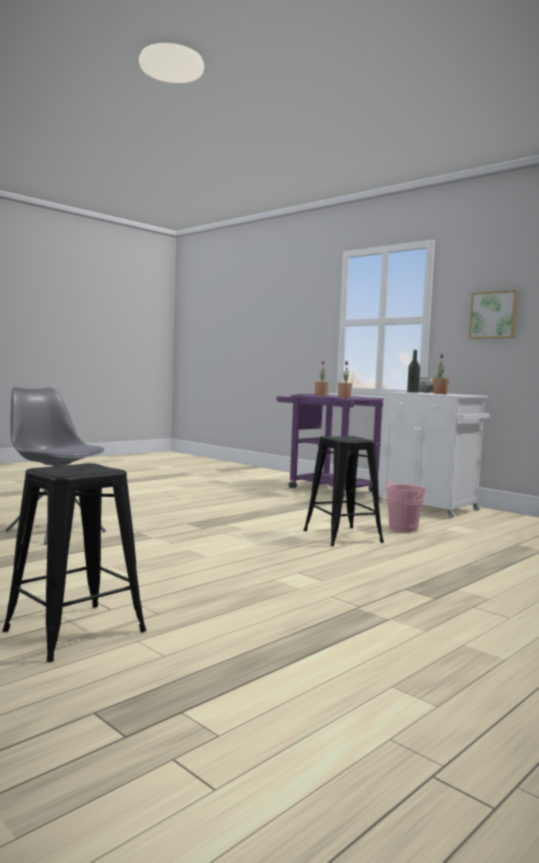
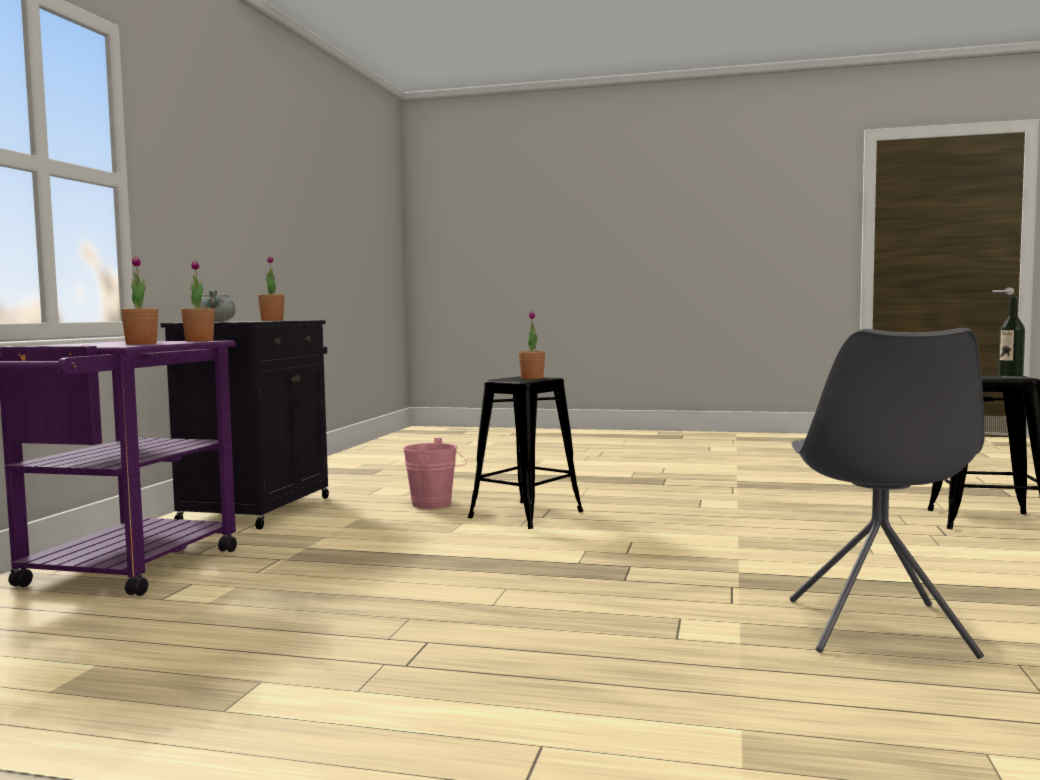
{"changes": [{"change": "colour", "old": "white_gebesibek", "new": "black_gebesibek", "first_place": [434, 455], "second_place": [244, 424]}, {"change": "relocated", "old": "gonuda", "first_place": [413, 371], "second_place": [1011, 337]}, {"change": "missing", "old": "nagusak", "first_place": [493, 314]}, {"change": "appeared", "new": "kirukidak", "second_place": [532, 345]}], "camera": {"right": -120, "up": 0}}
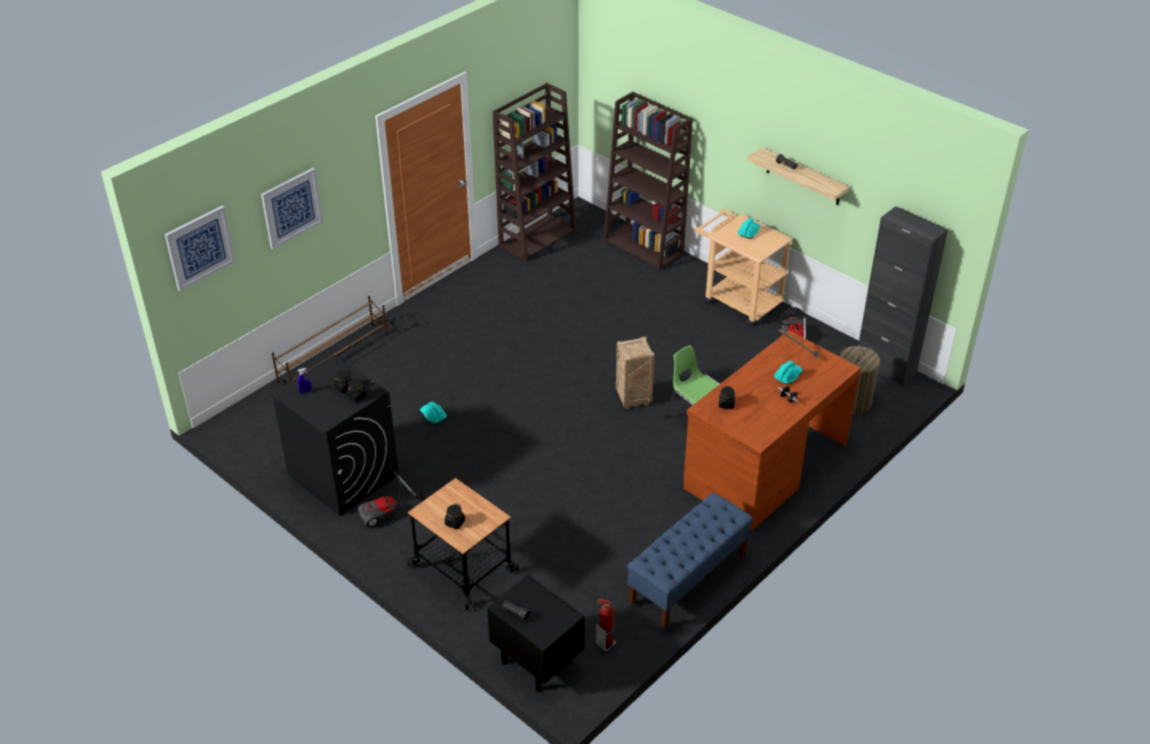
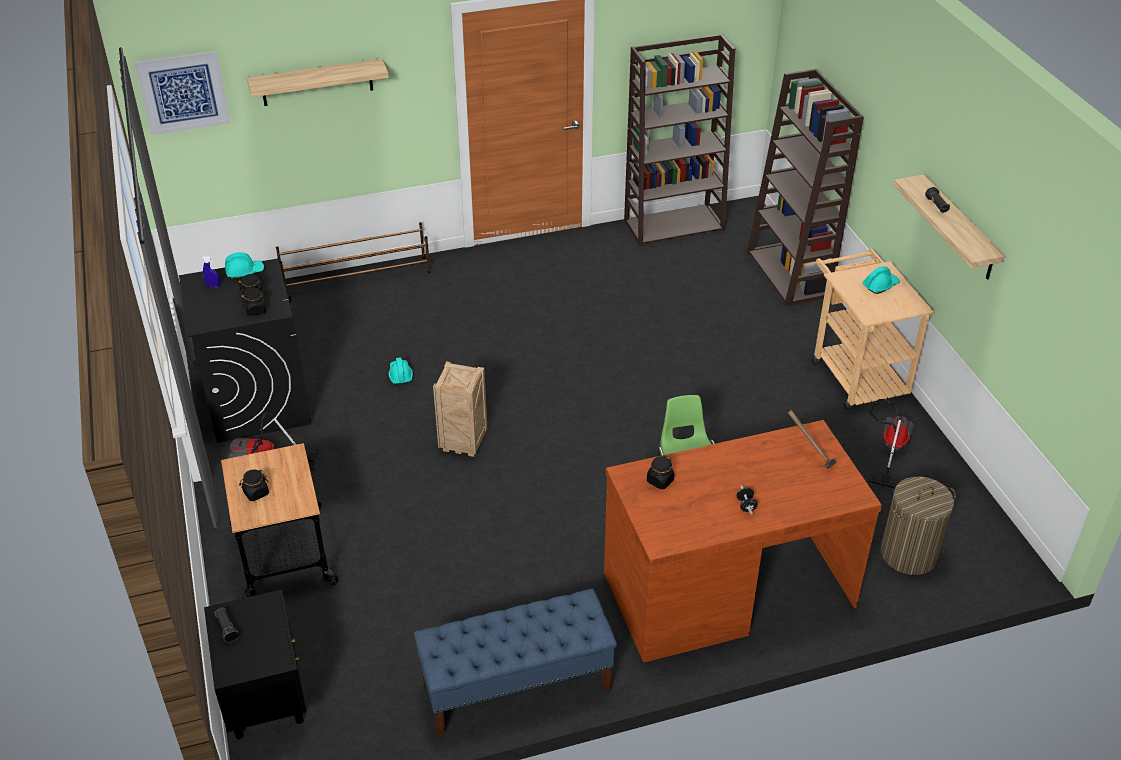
{"changes": [{"change": "exchanged", "old": "nagusak", "new": "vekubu", "first_place": [292, 208], "second_place": [318, 82]}, {"change": "missing", "old": "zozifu", "first_place": [606, 625]}, {"change": "relocated", "old": "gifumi", "first_place": [635, 372], "second_place": [460, 409]}, {"change": "relocated", "old": "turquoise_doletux", "first_place": [788, 373], "second_place": [244, 265]}, {"change": "missing", "old": "black_gebesibek", "first_place": [903, 296]}], "camera": {"right": 30, "up": 0}}
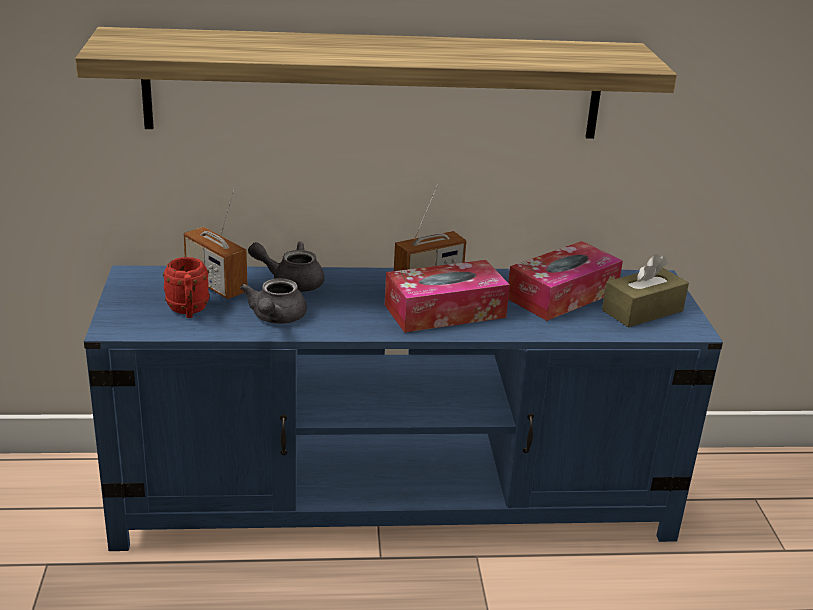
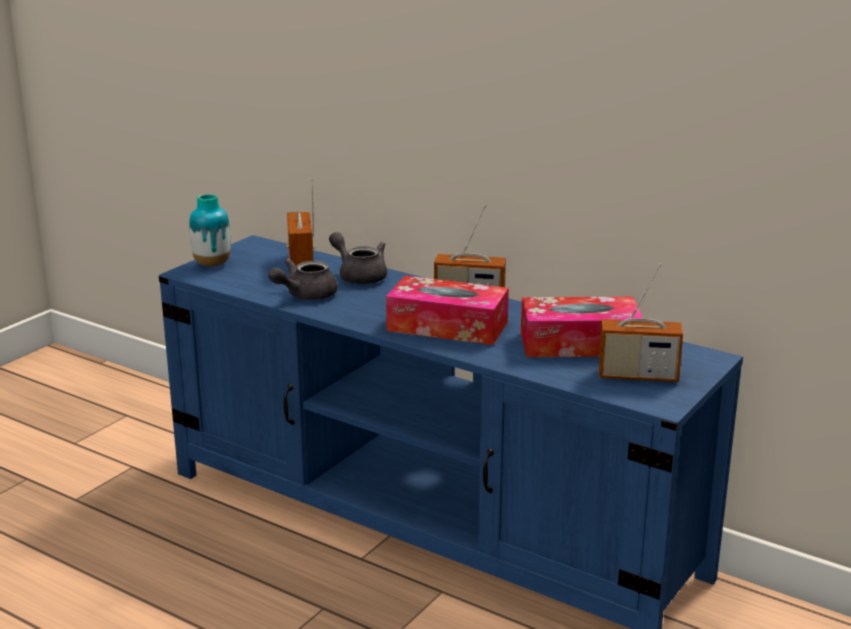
{"changes": [{"change": "missing", "old": "vekubu", "first_place": [376, 83]}, {"change": "missing", "old": "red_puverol", "first_place": [186, 287]}, {"change": "exchanged", "old": "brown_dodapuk", "new": "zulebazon", "first_place": [645, 290], "second_place": [641, 323]}, {"change": "appeared", "new": "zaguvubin", "second_place": [210, 230]}], "camera": {"right": 40, "up": -5}}
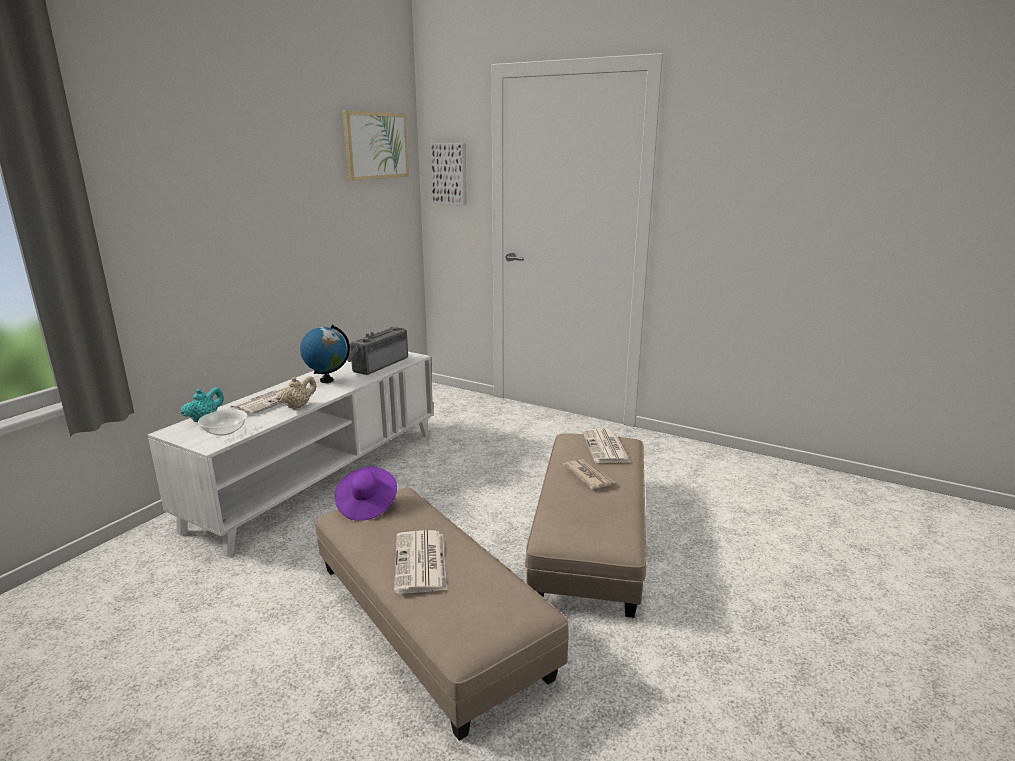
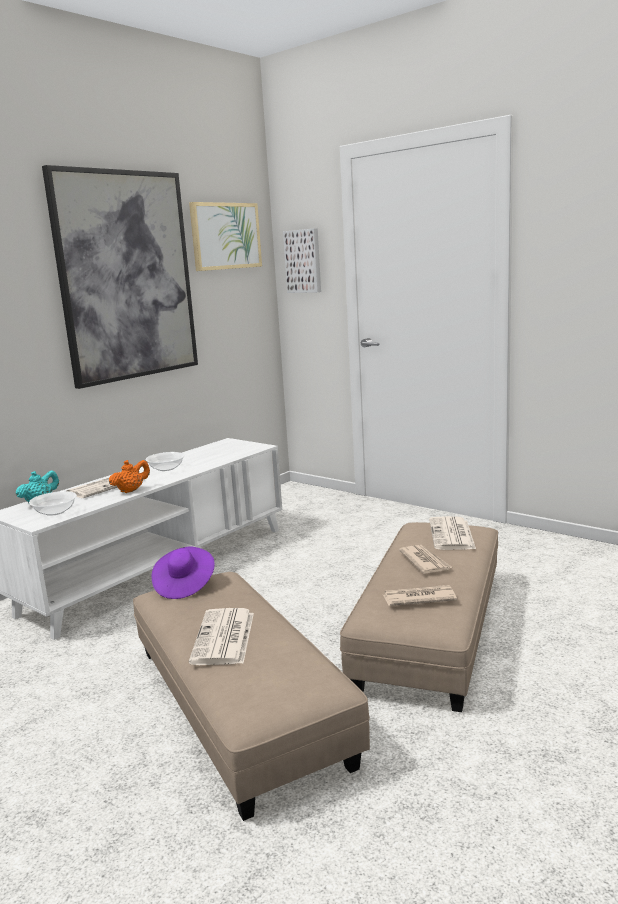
{"changes": [{"change": "colour", "old": "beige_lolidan", "new": "orange_lolidan", "first_place": [296, 392], "second_place": [129, 476]}, {"change": "exchanged", "old": "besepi", "new": "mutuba", "first_place": [325, 354], "second_place": [165, 461]}, {"change": "missing", "old": "zulebazon", "first_place": [377, 351]}, {"change": "appeared", "new": "nagusak", "second_place": [120, 277]}, {"change": "appeared", "new": "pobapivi", "second_place": [420, 595]}], "camera": {"right": 10, "up": -5}}
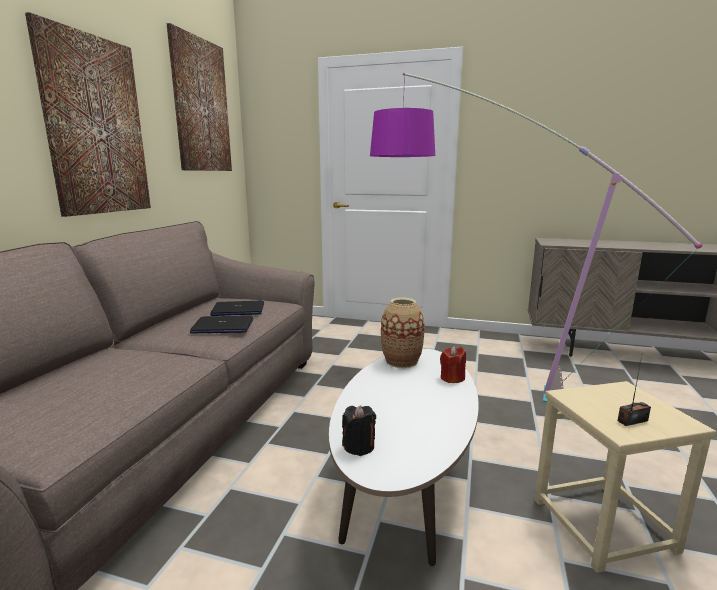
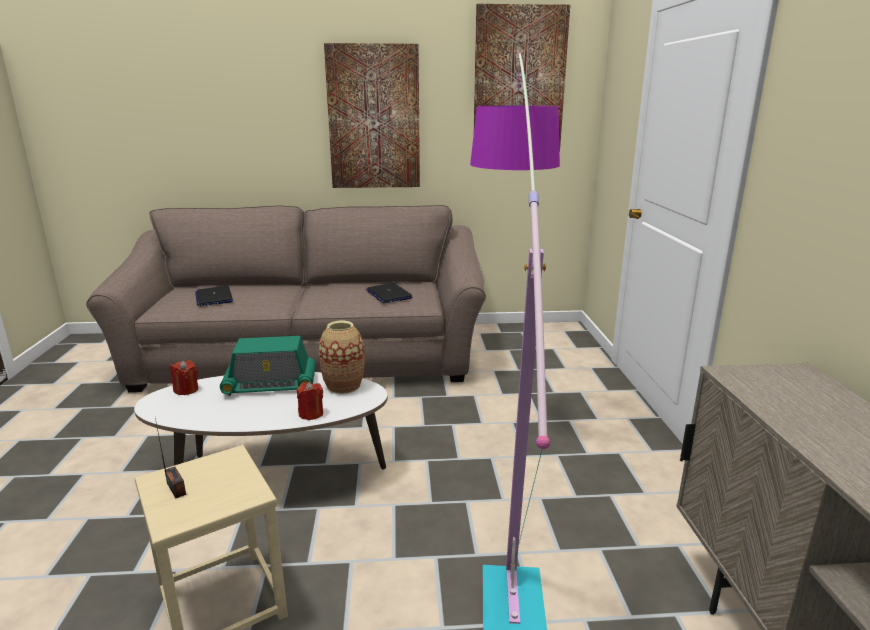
{"changes": [{"change": "relocated", "old": "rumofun", "first_place": [221, 325], "second_place": [214, 296]}, {"change": "colour", "old": "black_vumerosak", "new": "red_vumerosak", "first_place": [359, 430], "second_place": [184, 377]}, {"change": "appeared", "new": "zulebazon", "second_place": [268, 366]}], "camera": {"right": 70, "up": 5}}
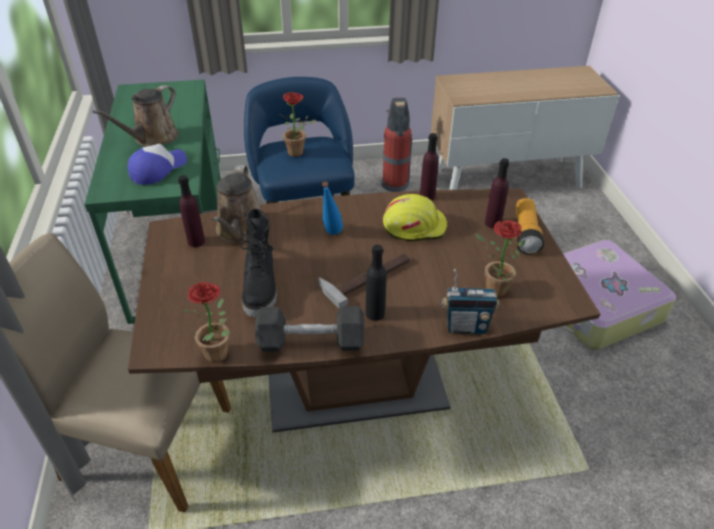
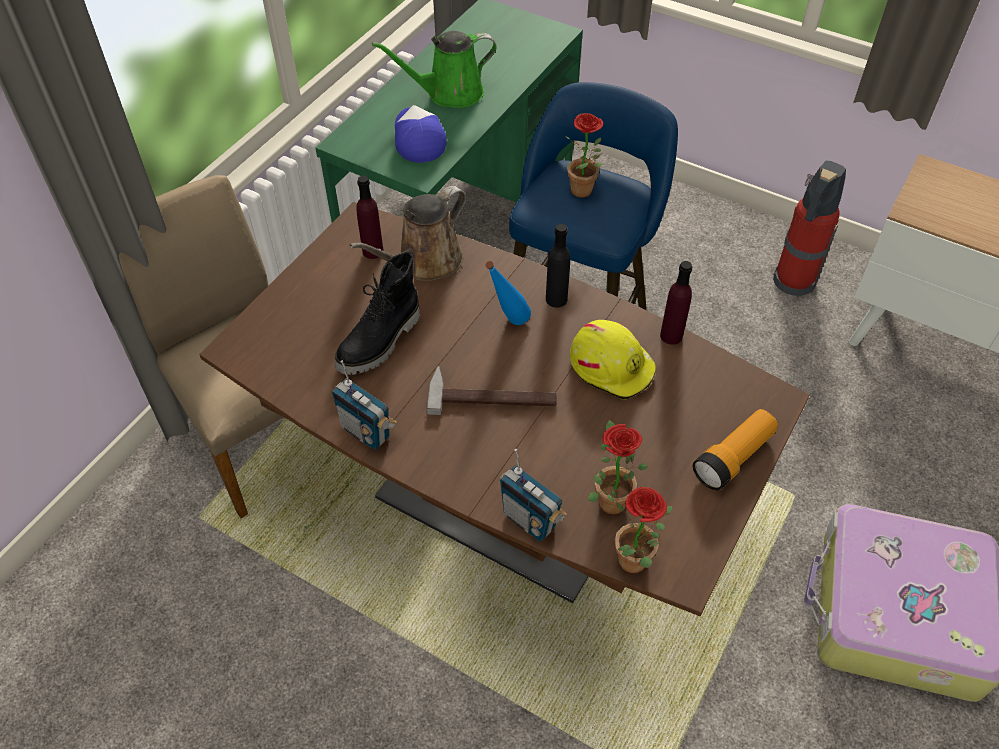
{"changes": [{"change": "colour", "old": "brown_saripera", "new": "green_saripera", "first_place": [136, 116], "second_place": [434, 69]}, {"change": "spun", "old": "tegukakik", "first_place": [157, 164], "second_place": [421, 134], "degrees": -90}, {"change": "relocated", "old": "kirukidak", "first_place": [206, 322], "second_place": [644, 530]}, {"change": "exchanged", "old": "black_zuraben", "new": "zulebazon", "first_place": [309, 329], "second_place": [364, 405]}, {"change": "relocated", "old": "black_gonuda", "first_place": [376, 283], "second_place": [558, 266]}, {"change": "missing", "old": "purple_gonuda", "first_place": [497, 193]}], "camera": {"right": 40, "up": 10}}
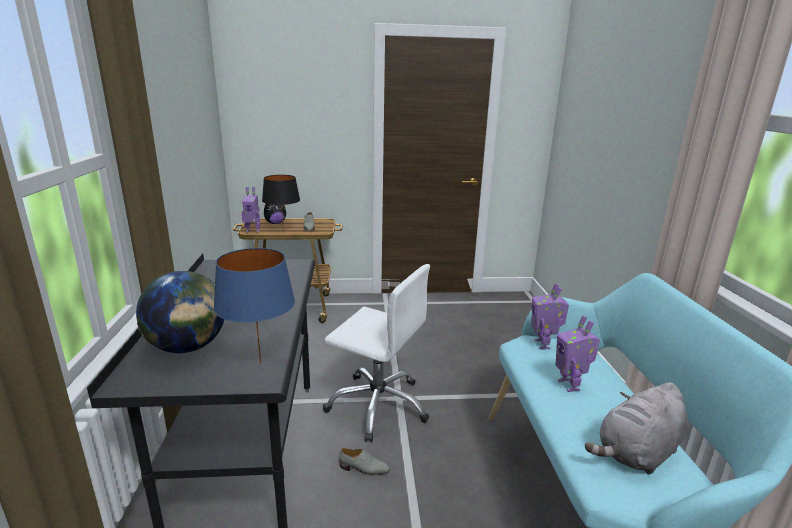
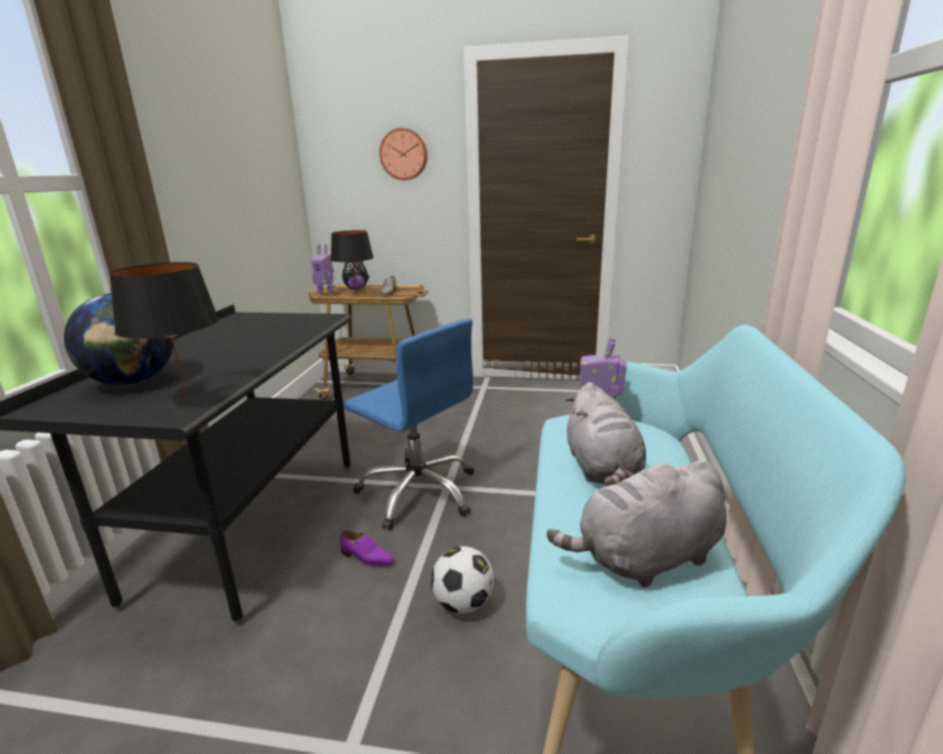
{"changes": [{"change": "colour", "old": "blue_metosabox", "new": "black_metosabox", "first_place": [254, 306], "second_place": [164, 332]}, {"change": "colour", "old": "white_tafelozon", "new": "blue_tafelozon", "first_place": [376, 353], "second_place": [409, 424]}, {"change": "colour", "old": "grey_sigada", "new": "purple_sigada", "first_place": [364, 462], "second_place": [367, 548]}, {"change": "exchanged", "old": "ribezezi", "new": "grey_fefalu", "first_place": [578, 353], "second_place": [606, 434]}, {"change": "appeared", "new": "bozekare", "second_place": [403, 154]}, {"change": "appeared", "new": "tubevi", "second_place": [462, 580]}], "camera": {"right": 15, "up": 0}}
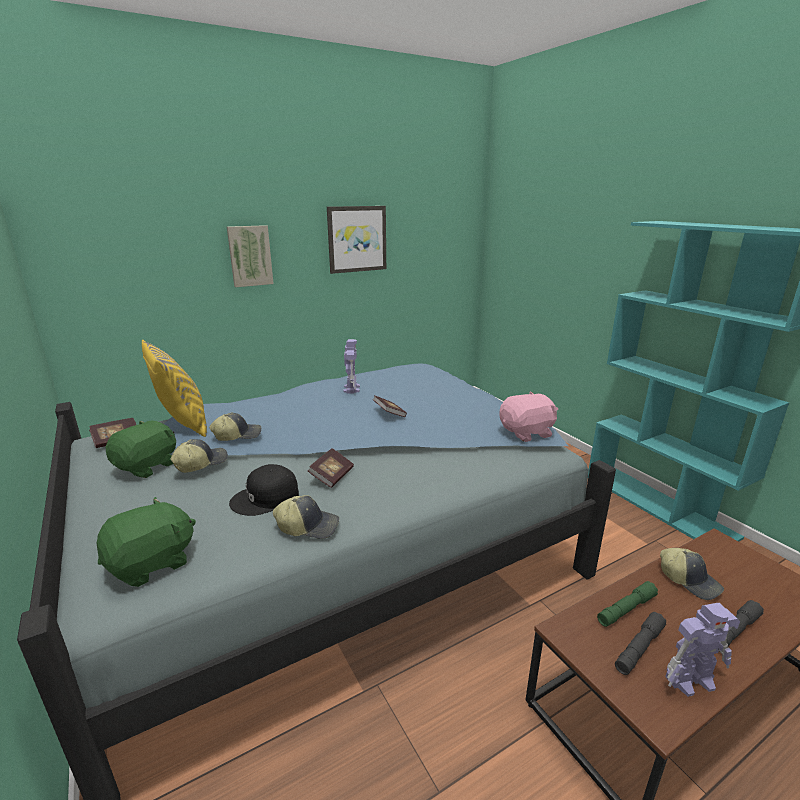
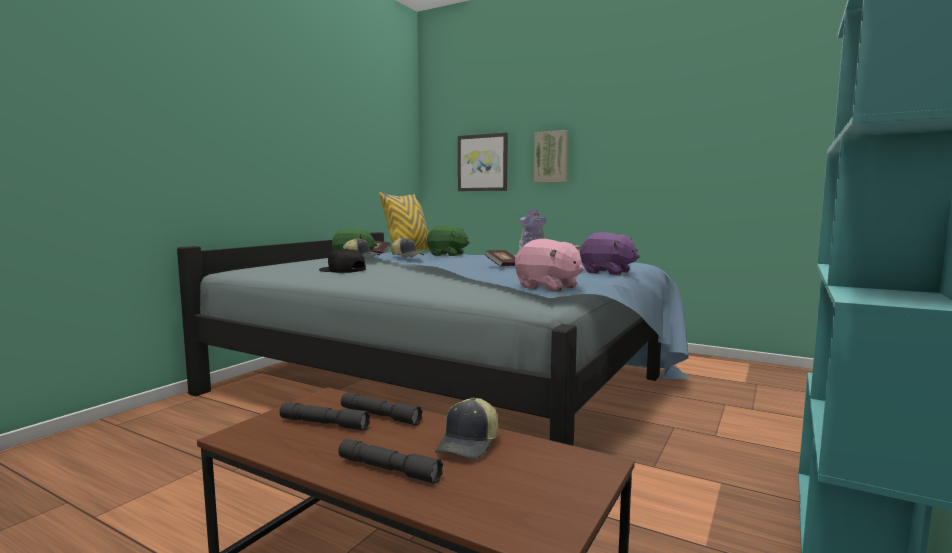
{"changes": [{"change": "relocated", "old": "green_fefalu", "first_place": [146, 542], "second_place": [448, 240]}, {"change": "missing", "old": "tegukakik", "first_place": [306, 517]}, {"change": "missing", "old": "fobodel", "first_place": [331, 468]}, {"change": "relocated", "old": "nagusak", "first_place": [356, 240], "second_place": [483, 161]}, {"change": "colour", "old": "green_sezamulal", "new": "grey_sezamulal", "first_place": [627, 604], "second_place": [382, 409]}, {"change": "missing", "old": "ribezezi", "first_place": [702, 650]}, {"change": "appeared", "new": "purple_fefalu", "second_place": [610, 253]}], "camera": {"right": 60, "up": -15}}
